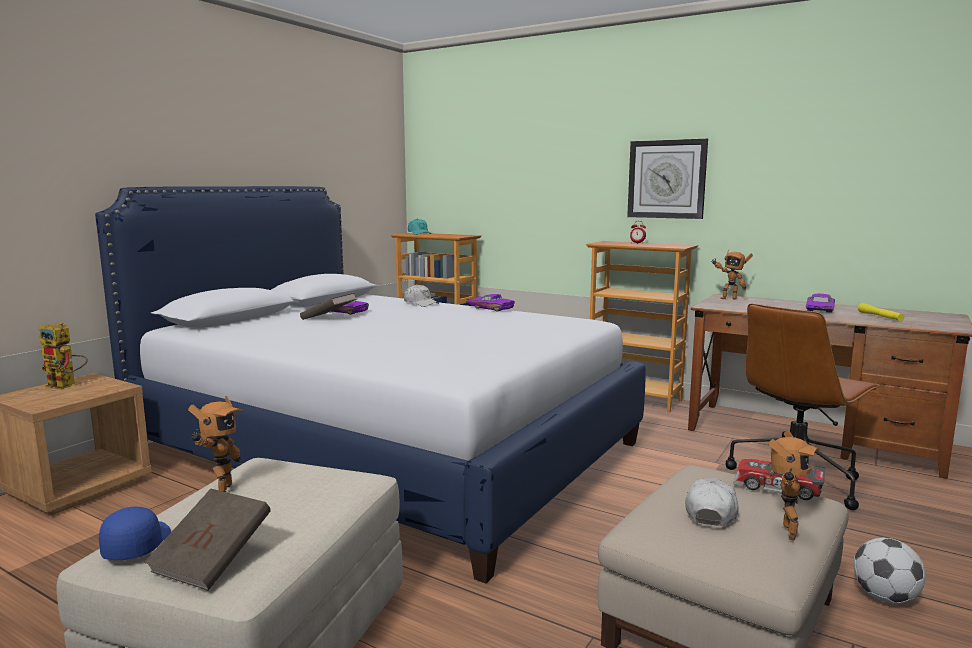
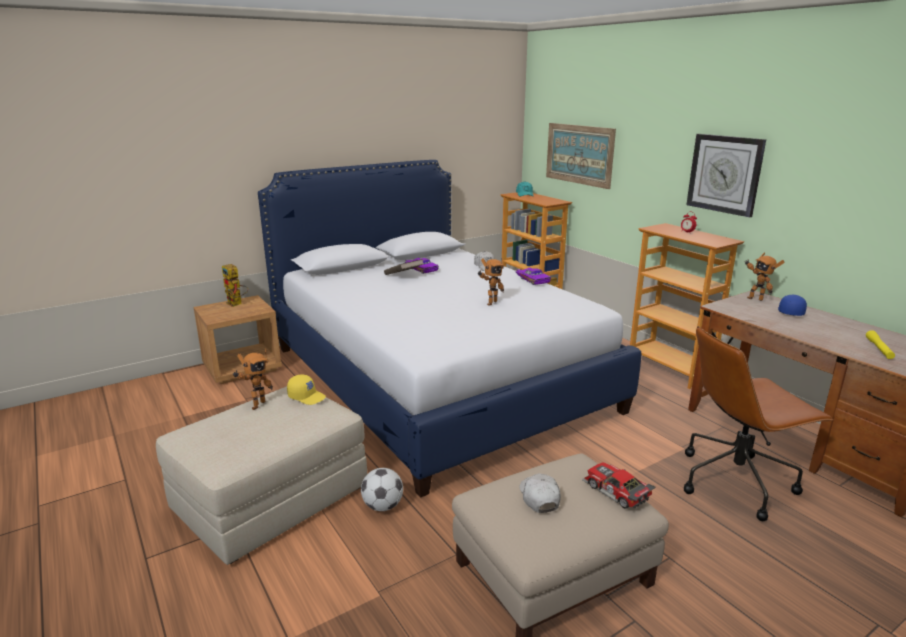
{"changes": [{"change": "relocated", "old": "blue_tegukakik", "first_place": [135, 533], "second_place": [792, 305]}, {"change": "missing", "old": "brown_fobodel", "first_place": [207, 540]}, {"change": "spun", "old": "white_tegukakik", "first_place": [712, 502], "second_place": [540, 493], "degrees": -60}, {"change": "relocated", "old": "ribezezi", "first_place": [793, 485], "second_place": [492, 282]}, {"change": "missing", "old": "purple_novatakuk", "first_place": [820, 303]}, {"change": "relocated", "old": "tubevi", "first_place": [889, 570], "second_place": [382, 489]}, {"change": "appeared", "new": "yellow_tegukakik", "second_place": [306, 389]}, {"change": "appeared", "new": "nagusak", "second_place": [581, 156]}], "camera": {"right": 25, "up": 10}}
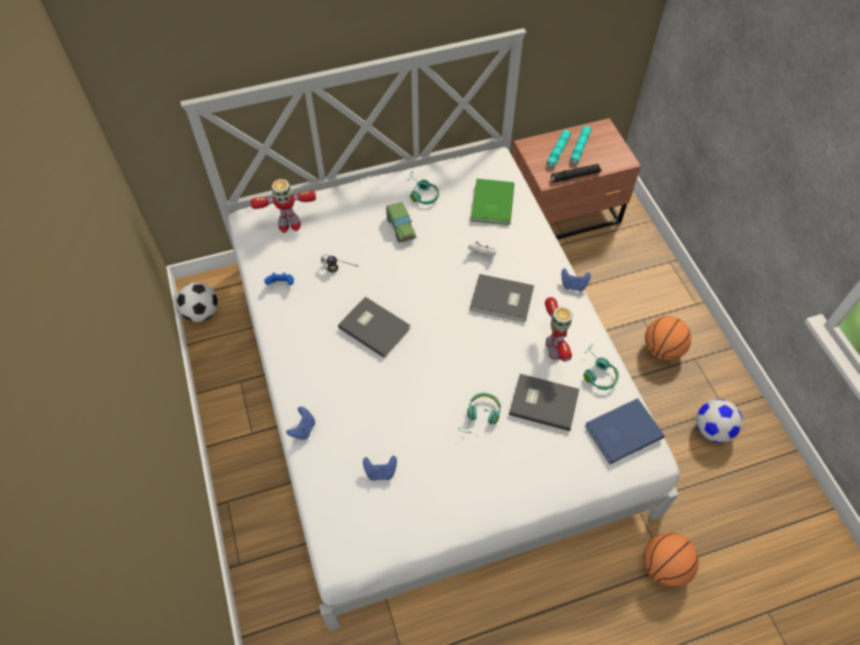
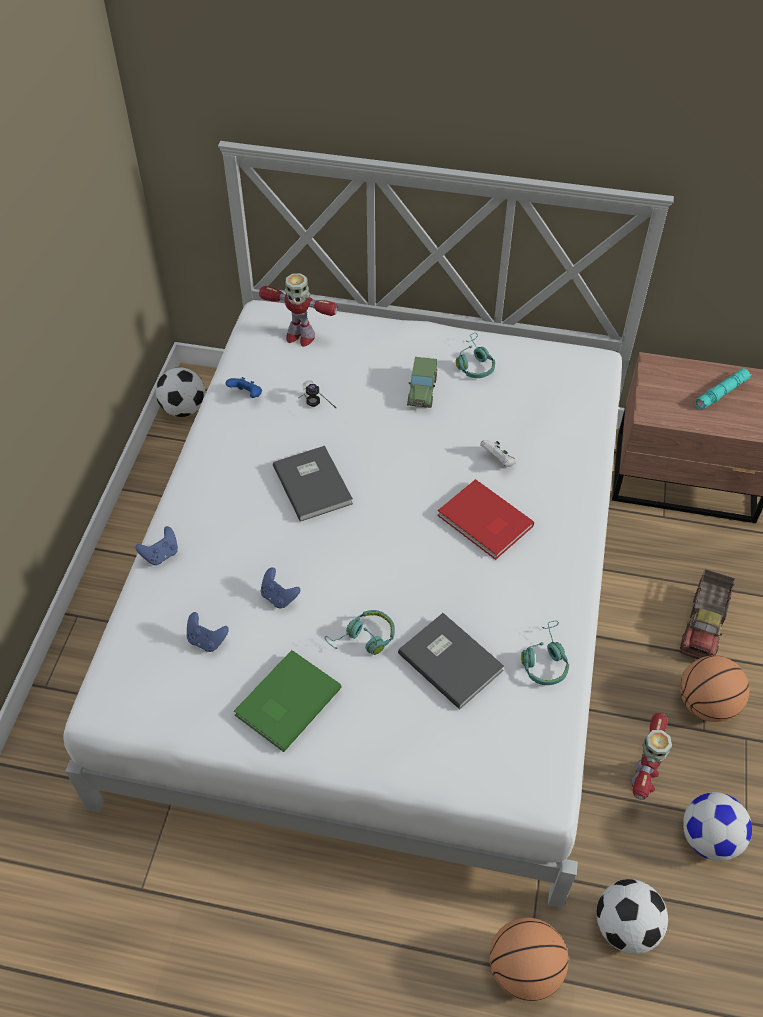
{"changes": [{"change": "colour", "old": "grey_fobodel", "new": "red_fobodel", "first_place": [502, 298], "second_place": [485, 519]}, {"change": "relocated", "old": "green_fobodel", "first_place": [492, 202], "second_place": [288, 701]}, {"change": "relocated", "old": "ribezezi", "first_place": [559, 329], "second_place": [652, 756]}, {"change": "missing", "old": "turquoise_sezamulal", "first_place": [558, 149]}, {"change": "missing", "old": "black_sezamulal", "first_place": [576, 173]}, {"change": "relocated", "old": "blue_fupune", "first_place": [576, 279], "second_place": [280, 587]}, {"change": "missing", "old": "blue_fobodel", "first_place": [625, 431]}, {"change": "appeared", "new": "tubevi", "second_place": [632, 916]}, {"change": "appeared", "new": "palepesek", "second_place": [707, 614]}], "camera": {"right": 30, "up": -5}}
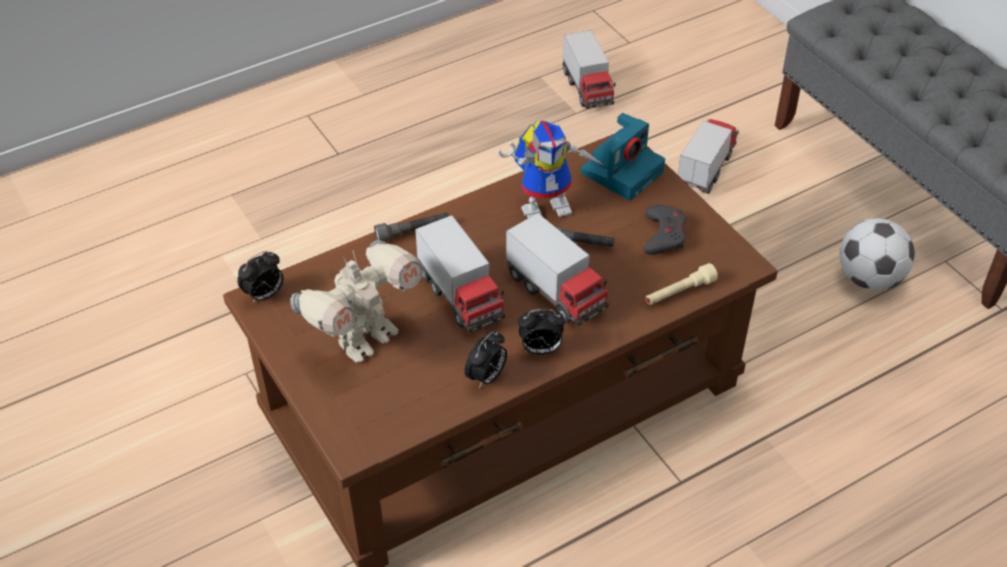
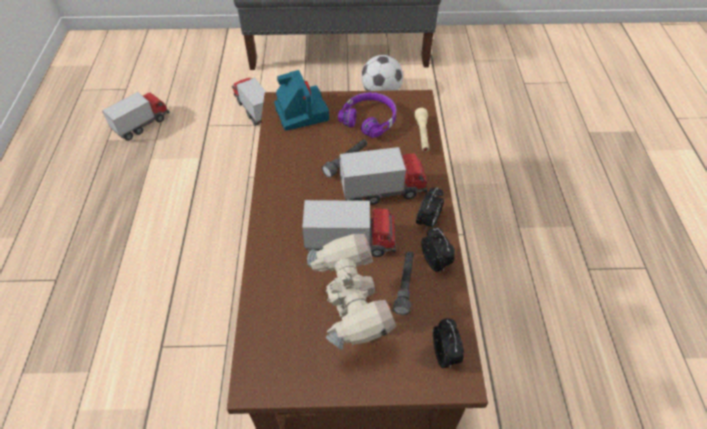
{"changes": [{"change": "relocated", "old": "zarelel", "first_place": [260, 277], "second_place": [448, 343]}, {"change": "relocated", "old": "grey_sezamulal", "first_place": [411, 227], "second_place": [403, 283]}, {"change": "missing", "old": "ribezezi", "first_place": [551, 169]}, {"change": "spun", "old": "palepesek", "first_place": [589, 69], "second_place": [135, 116], "degrees": -60}, {"change": "exchanged", "old": "grey_fupune", "new": "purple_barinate", "first_place": [664, 230], "second_place": [367, 115]}], "camera": {"right": -60, "up": 5}}
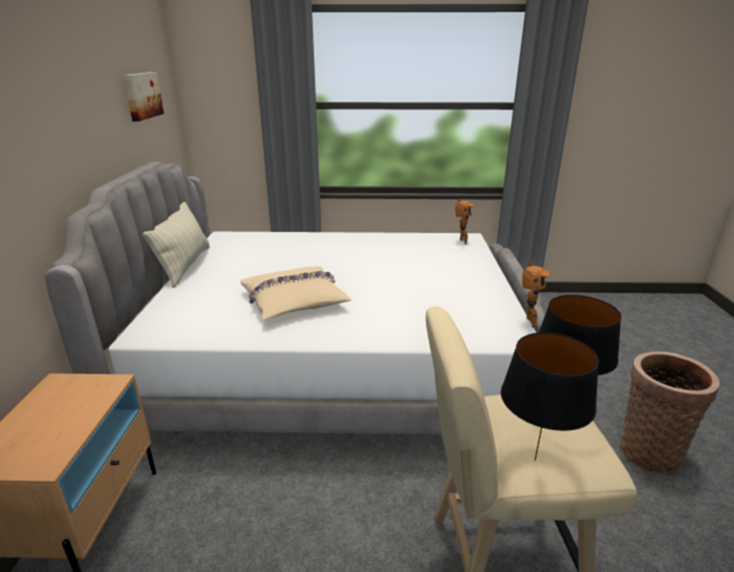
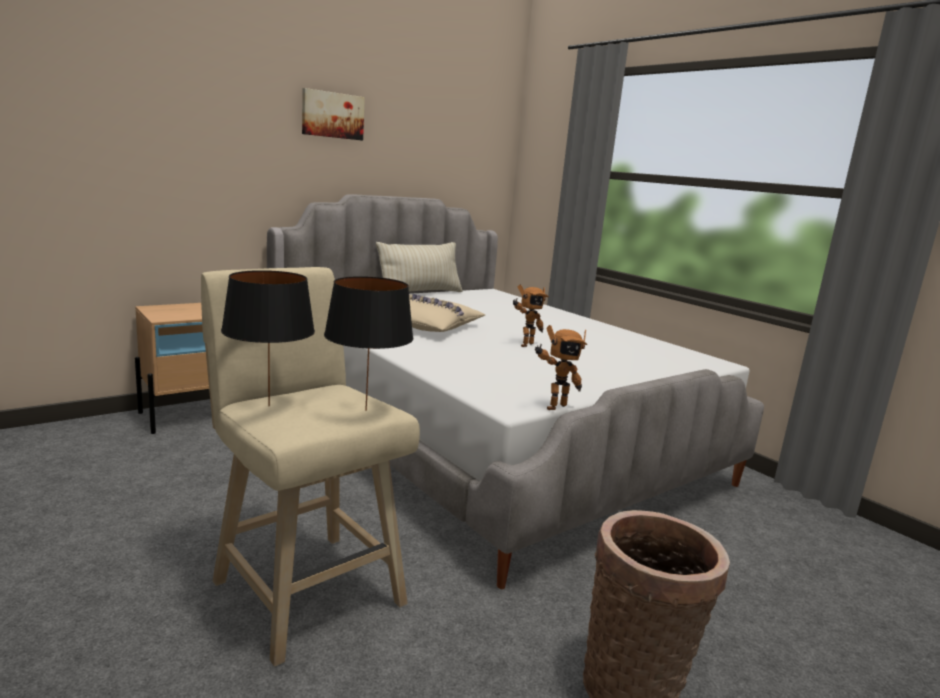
{"changes": [{"change": "relocated", "old": "nagusak", "first_place": [143, 97], "second_place": [333, 114]}, {"change": "relocated", "old": "ribezezi", "first_place": [464, 221], "second_place": [531, 316]}], "camera": {"right": 50, "up": -10}}
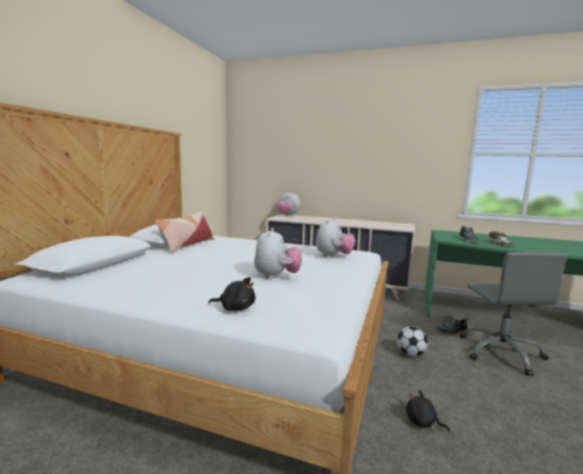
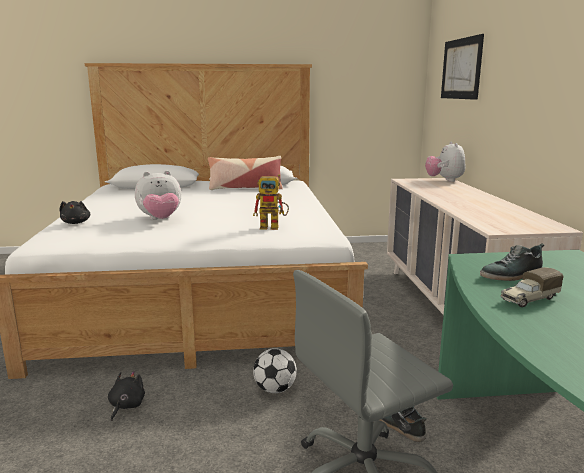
{"changes": [{"change": "exchanged", "old": "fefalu", "new": "ribezezi", "first_place": [335, 238], "second_place": [271, 202]}, {"change": "appeared", "new": "nagusak", "second_place": [462, 67]}], "camera": {"right": 65, "up": 5}}
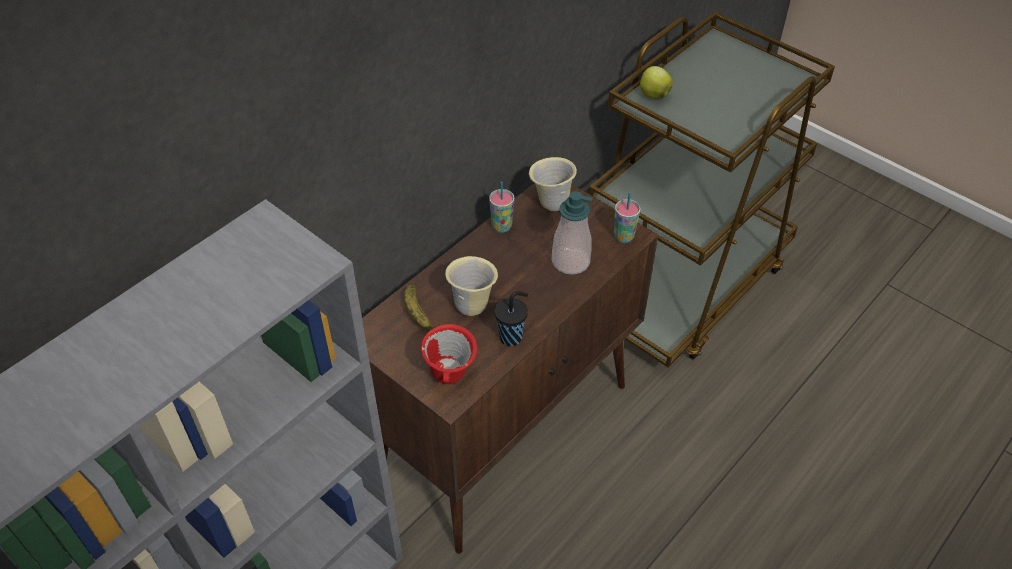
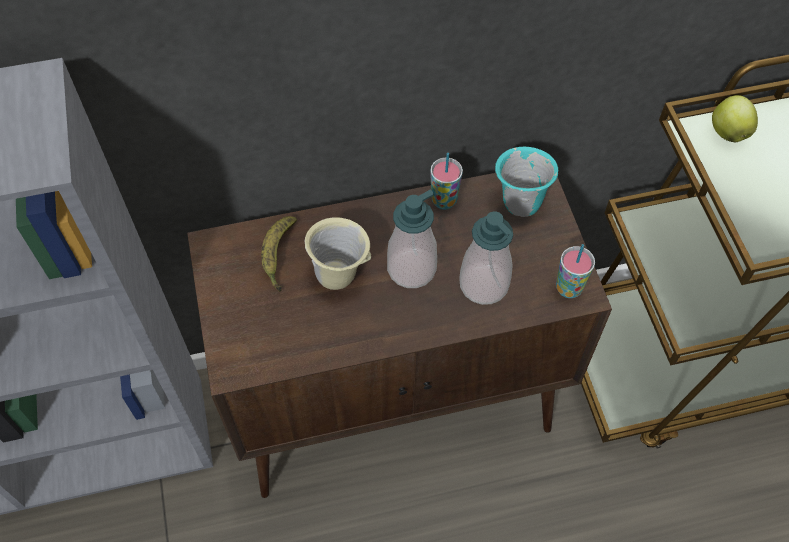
{"changes": [{"change": "missing", "old": "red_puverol", "first_place": [449, 354]}, {"change": "missing", "old": "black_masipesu", "first_place": [511, 318]}, {"change": "colour", "old": "beige_puverol", "new": "turquoise_puverol", "first_place": [553, 184], "second_place": [526, 182]}, {"change": "appeared", "new": "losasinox", "second_place": [412, 239]}], "camera": {"right": 35, "up": 10}}
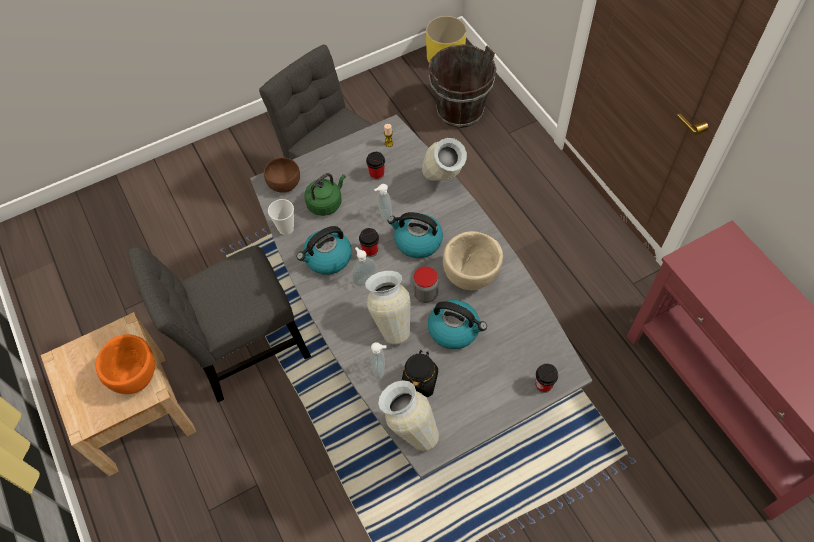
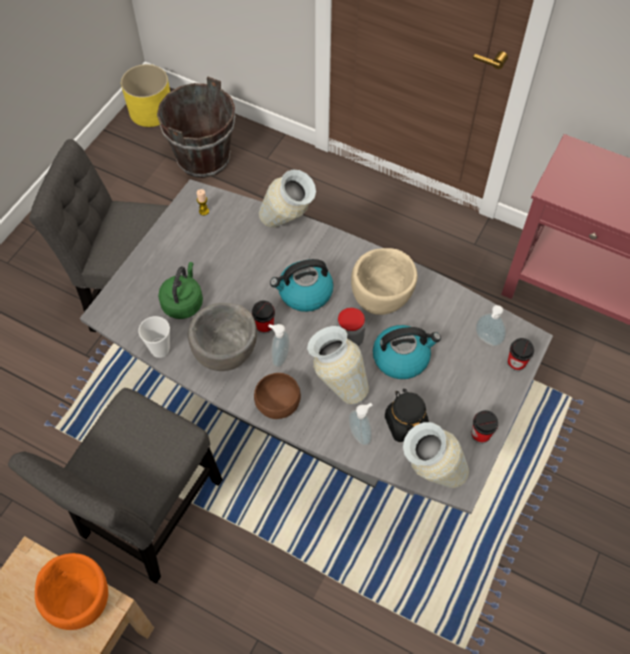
{"changes": [{"change": "relocated", "old": "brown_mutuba", "first_place": [282, 175], "second_place": [277, 396]}, {"change": "exchanged", "old": "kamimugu", "new": "grey_mutuba", "first_place": [324, 250], "second_place": [222, 337]}, {"change": "relocated", "old": "masipesu", "first_place": [375, 166], "second_place": [484, 427]}, {"change": "relocated", "old": "losasinox", "first_place": [383, 203], "second_place": [491, 325]}], "camera": {"right": -35, "up": 0}}
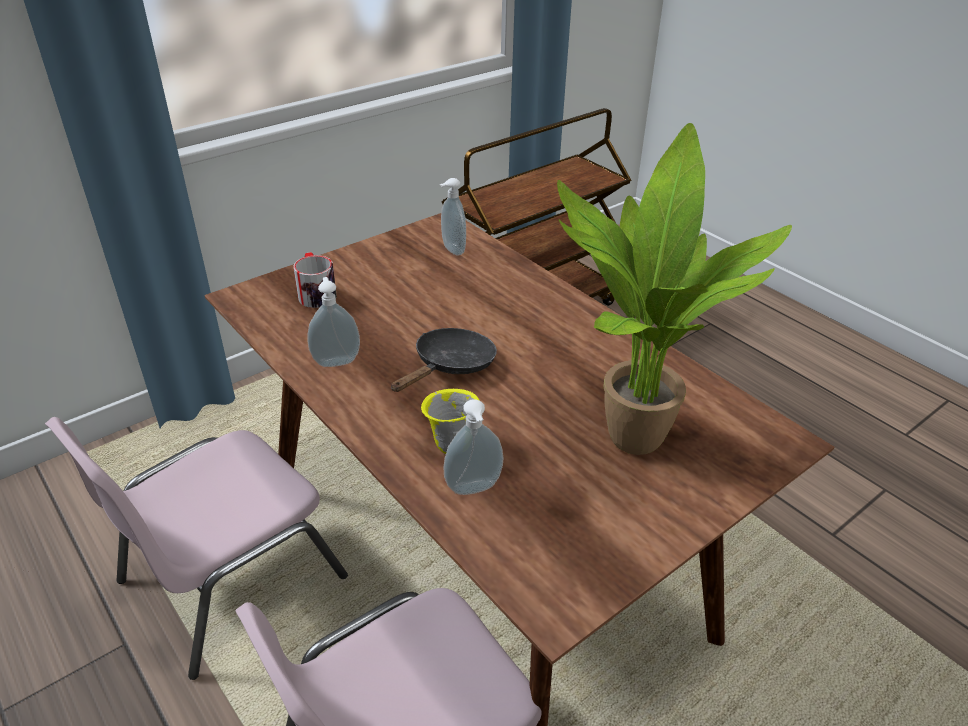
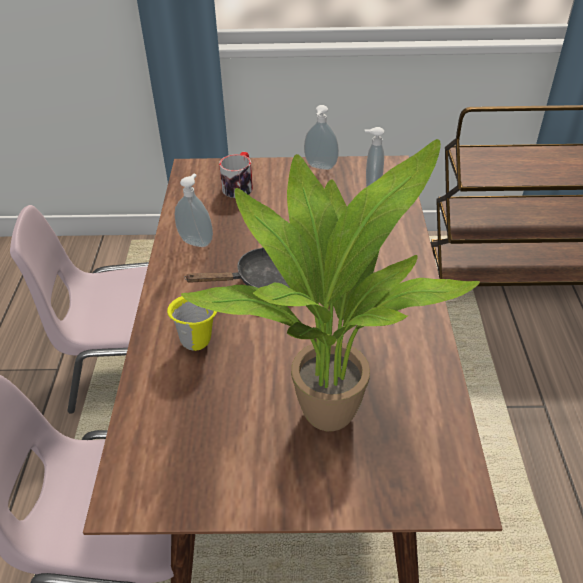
{"changes": [{"change": "relocated", "old": "losasinox", "first_place": [473, 447], "second_place": [321, 137]}], "camera": {"right": 40, "up": 5}}
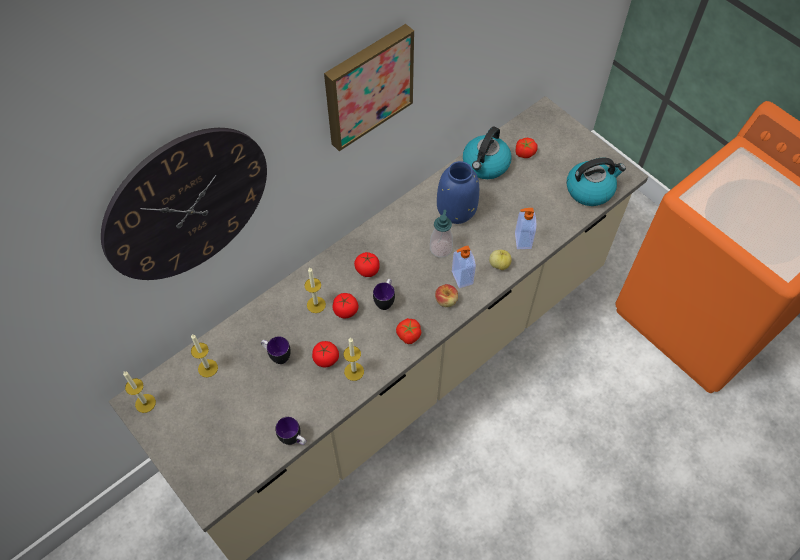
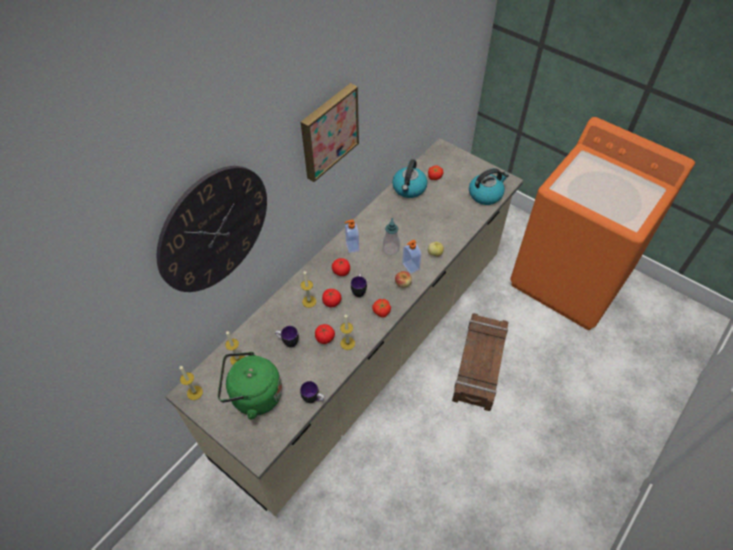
{"changes": [{"change": "missing", "old": "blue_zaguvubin", "first_place": [458, 192]}, {"change": "relocated", "old": "losasinox", "first_place": [525, 228], "second_place": [352, 236]}, {"change": "appeared", "new": "green_kamimugu", "second_place": [250, 386]}, {"change": "appeared", "new": "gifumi", "second_place": [480, 362]}], "camera": {"right": -10, "up": -5}}
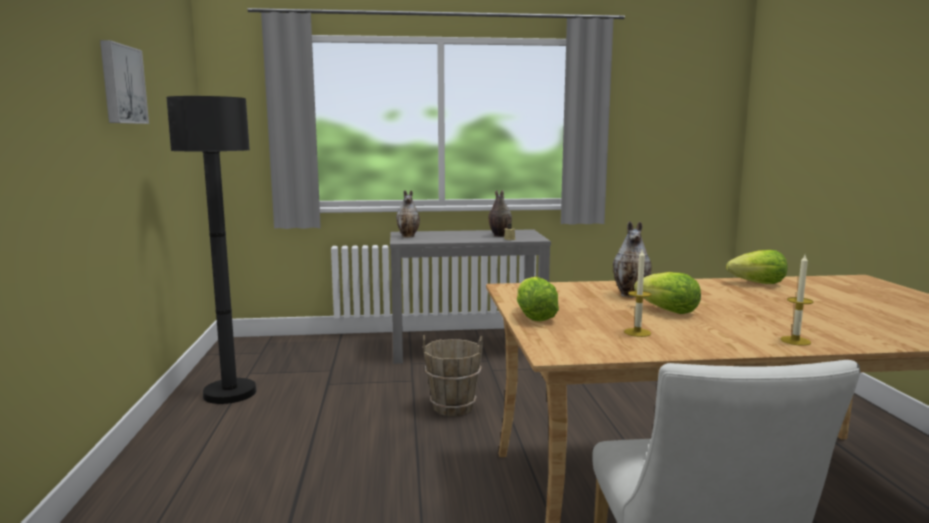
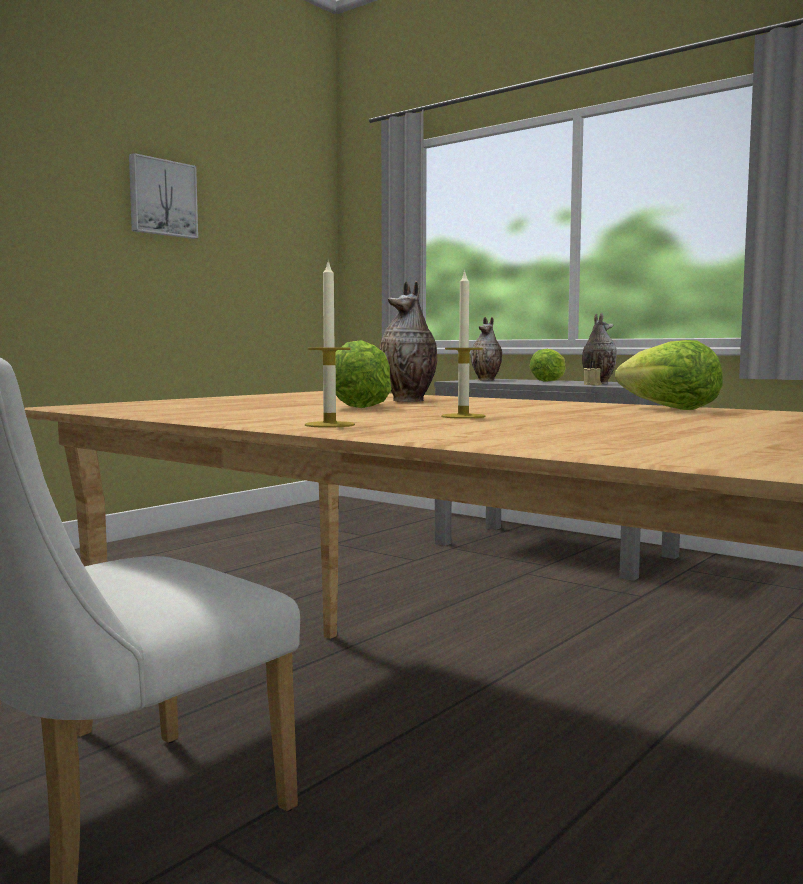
{"changes": [{"change": "missing", "old": "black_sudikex", "first_place": [211, 250]}, {"change": "missing", "old": "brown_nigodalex", "first_place": [453, 375]}, {"change": "relocated", "old": "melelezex", "first_place": [538, 298], "second_place": [547, 365]}, {"change": "relocated", "old": "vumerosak", "first_place": [638, 293], "second_place": [463, 344]}], "camera": {"right": 45, "up": -5}}
